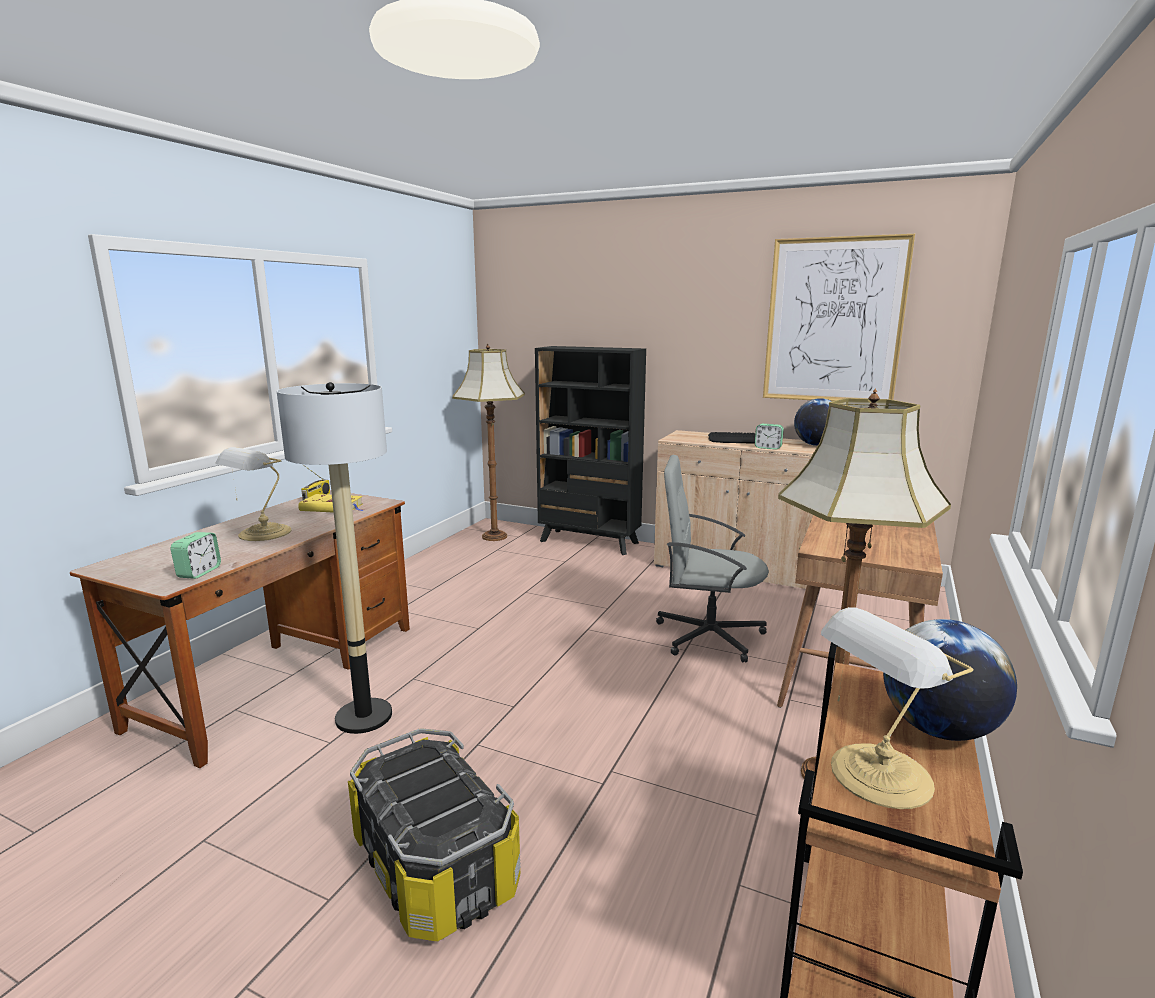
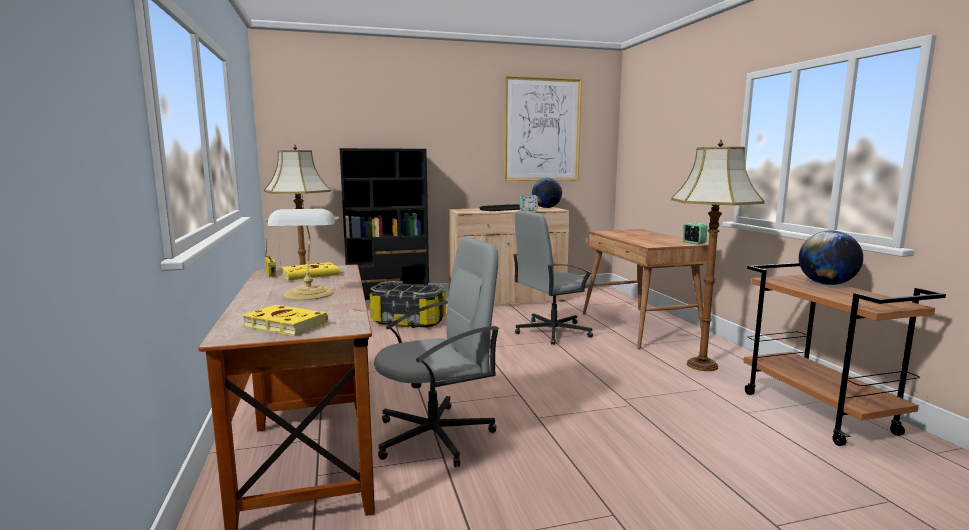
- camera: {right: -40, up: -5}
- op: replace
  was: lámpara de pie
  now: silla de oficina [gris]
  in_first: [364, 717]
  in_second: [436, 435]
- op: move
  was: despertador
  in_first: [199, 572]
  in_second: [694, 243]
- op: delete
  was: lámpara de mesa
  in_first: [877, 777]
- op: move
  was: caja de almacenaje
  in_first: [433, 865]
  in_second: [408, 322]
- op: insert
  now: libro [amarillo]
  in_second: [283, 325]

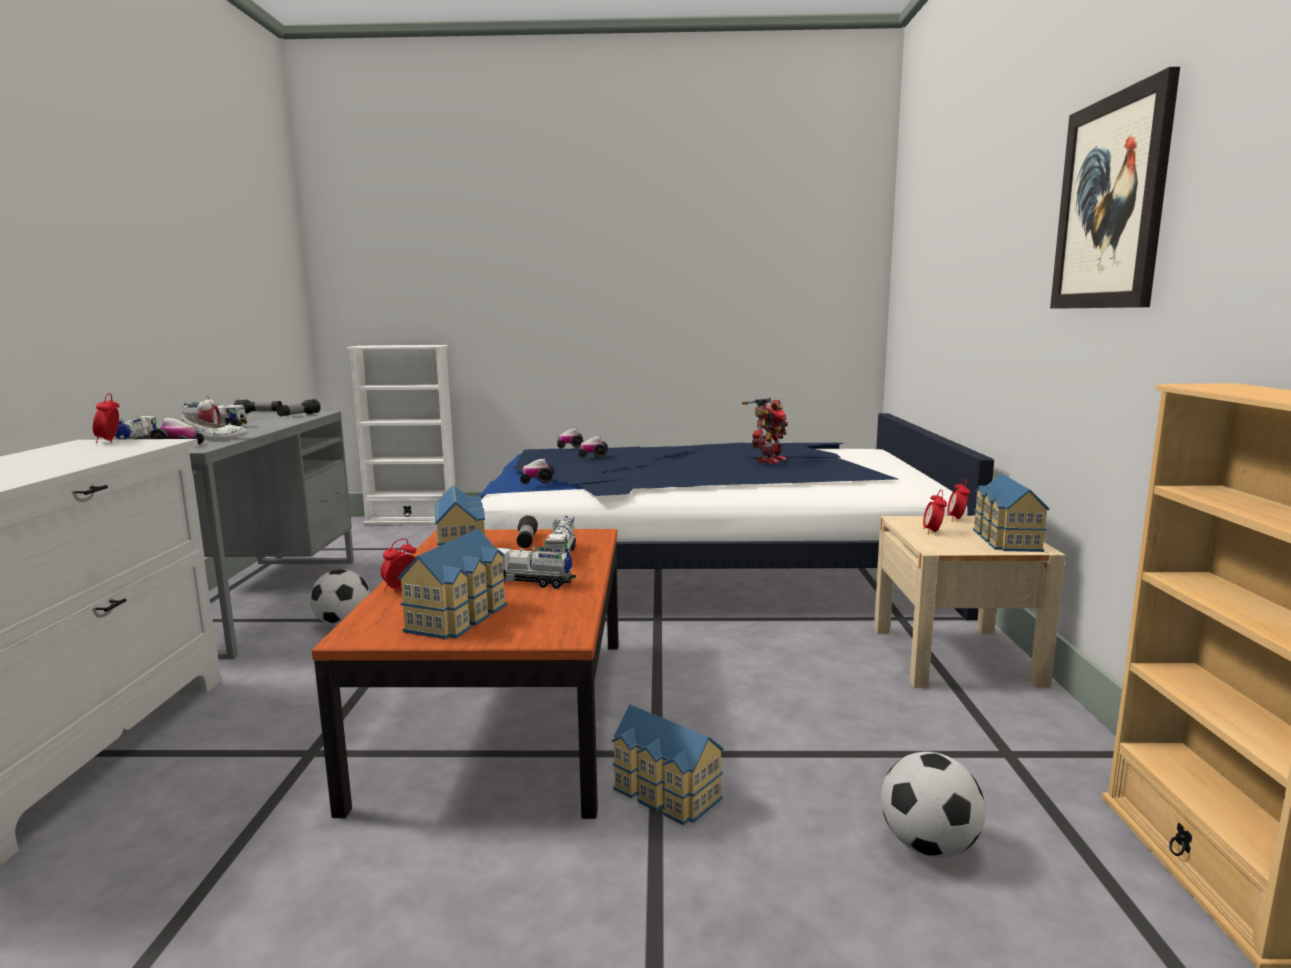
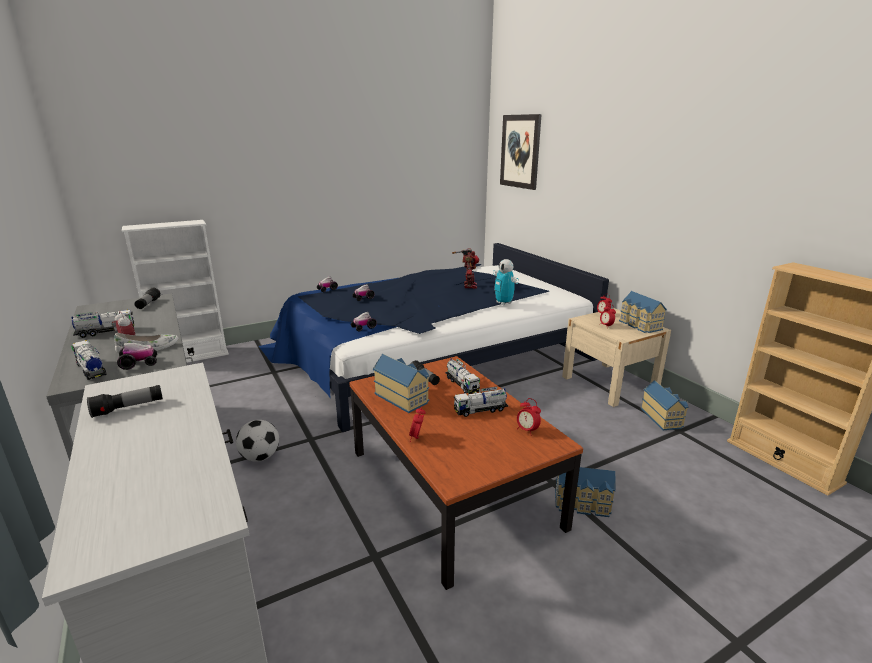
- camera: {right: -30, up: 10}
- op: move
  was: cuadro
  in_first: [1111, 203]
  in_second: [520, 151]
- op: move
  was: despertador
  in_first: [109, 441]
  in_second: [527, 430]
- op: move
  was: linterna
  in_first: [259, 413]
  in_second: [128, 408]
- op: move
  was: casita
  in_first: [460, 617]
  in_second: [662, 417]
- op: delete
  was: balón de fútbol
  in_first: [928, 846]
- op: insert
  now: robot de juguete
  in_second: [503, 303]

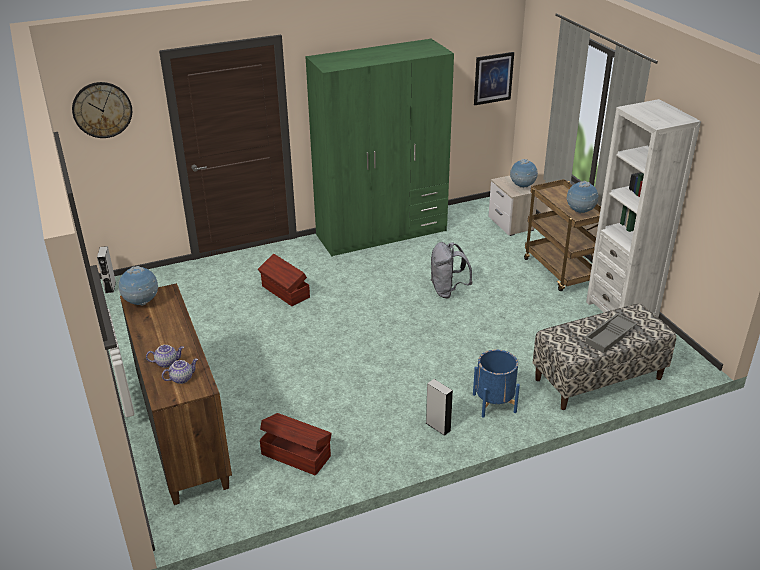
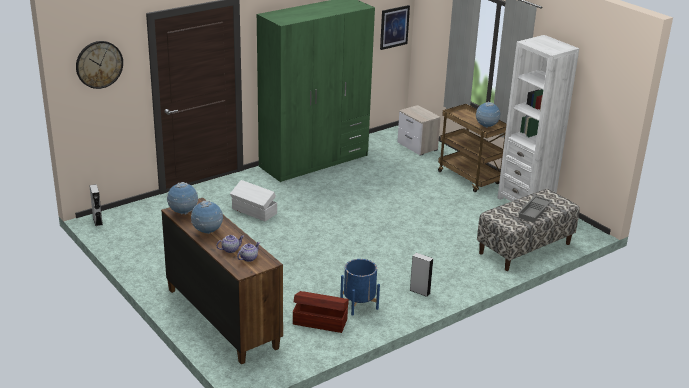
- camera: {right: -15, up: -5}
- op: move
  was: globo terráqueo
  in_first: [522, 187]
  in_second: [207, 232]
- op: delete
  was: mochila [gris]
  in_first: [448, 291]
- op: recolor
  was: caja de almacenaje [marrón]
  now: caja de almacenaje [blanco]
  in_first: [285, 292]
  in_second: [254, 211]
- op: move
  was: maceta [azul]
  in_first: [494, 403]
  in_second: [359, 304]

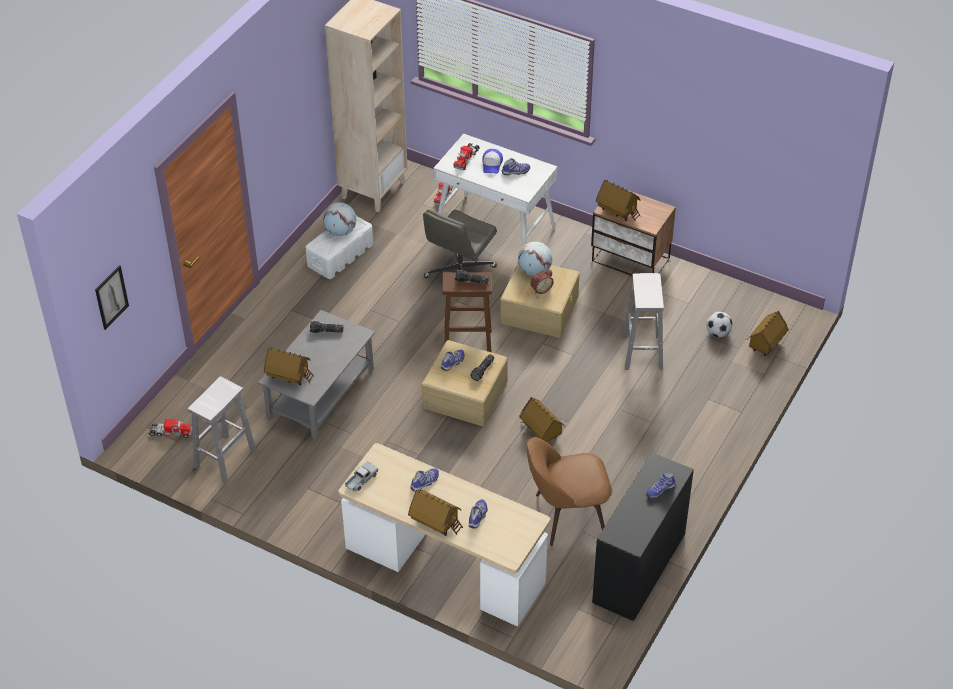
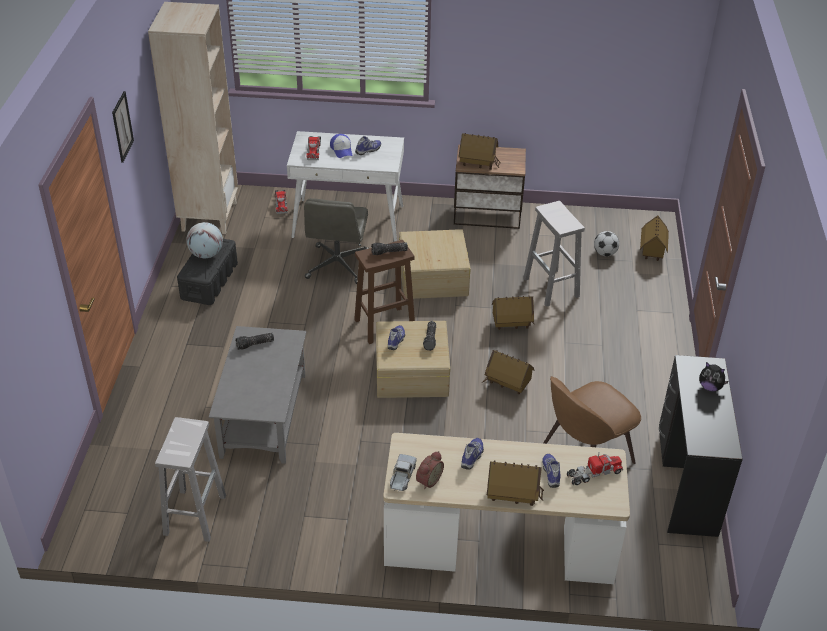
- camera: {right: -25, up: -5}
- op: recolor
  was: caja de almacenaje [blanco]
  now: caja de almacenaje [negro]
  in_first: [340, 255]
  in_second: [209, 281]
- op: delete
  was: globo terráqueo
  in_first: [534, 271]
- op: move
  was: cuadro
  in_first: [111, 297]
  in_second: [122, 126]
- op: move
  was: despertador
  in_first: [541, 289]
  in_second: [428, 480]
- op: move
  was: casita
  in_first: [289, 377]
  in_second: [511, 324]
- op: move
  was: camión de juguete
  in_first: [170, 432]
  in_second: [594, 474]
- op: replace
  was: zapato
  now: peluche
  in_first: [660, 489]
  in_second: [710, 387]

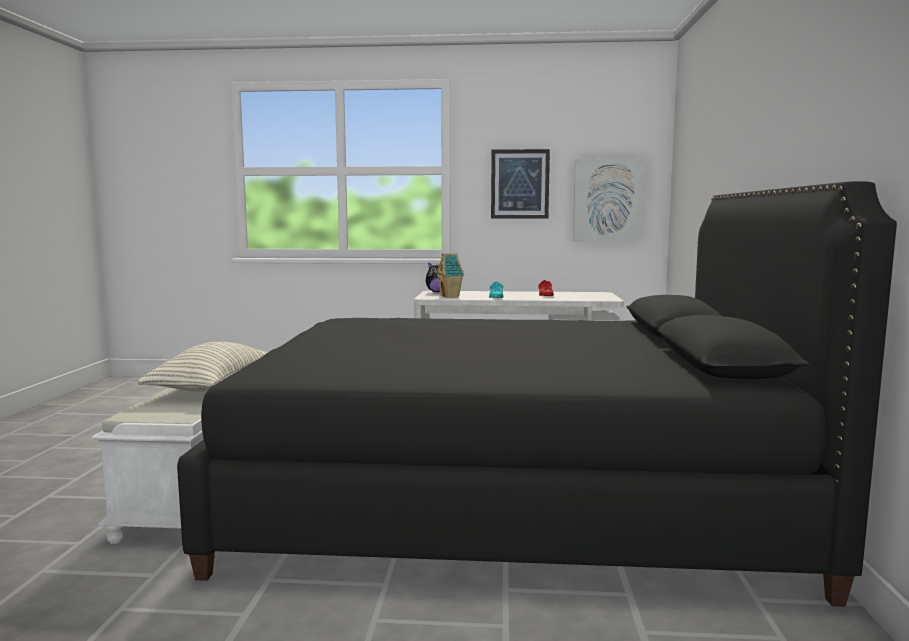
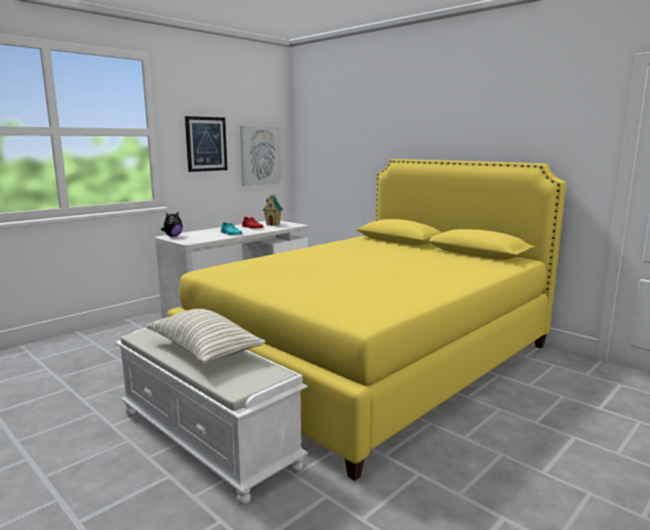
- camera: {right: -50, up: 5}
- op: recolor
  was: cama [negro]
  now: cama [amarillo]
  in_first: [508, 497]
  in_second: [372, 359]
- op: move
  was: casita
  in_first: [450, 296]
  in_second: [273, 224]

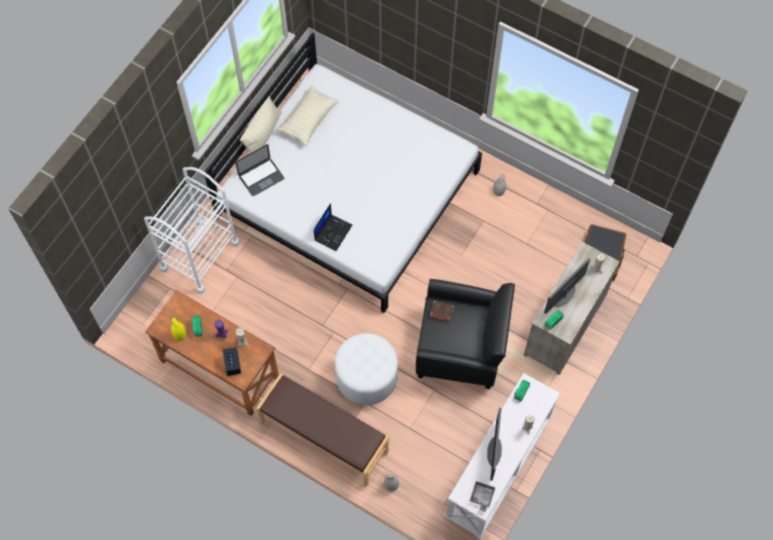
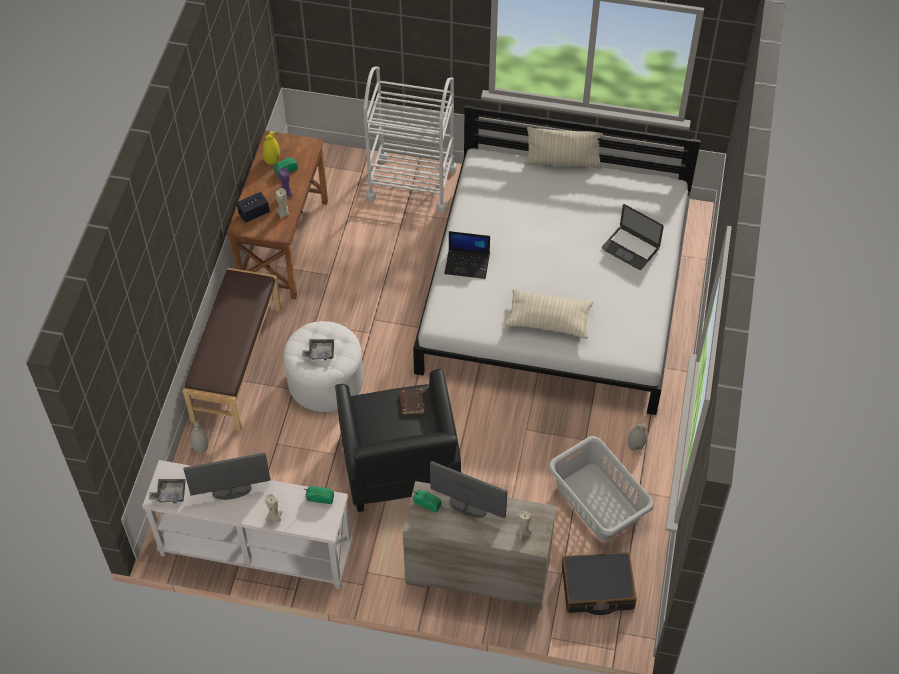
- camera: {right: 70, up: -10}
- op: move
  was: cojín [beis]
  in_first: [309, 120]
  in_second: [548, 320]
- op: move
  was: portátil
  in_first: [261, 177]
  in_second: [630, 248]
- op: insert
  now: bandeja [gris]
  in_second: [320, 352]
- op: insert
  now: cesto de la ropa [gris]
  in_second: [597, 502]

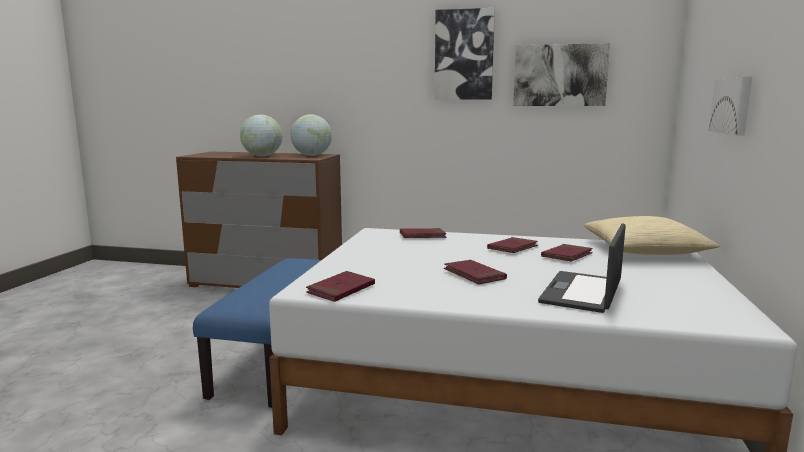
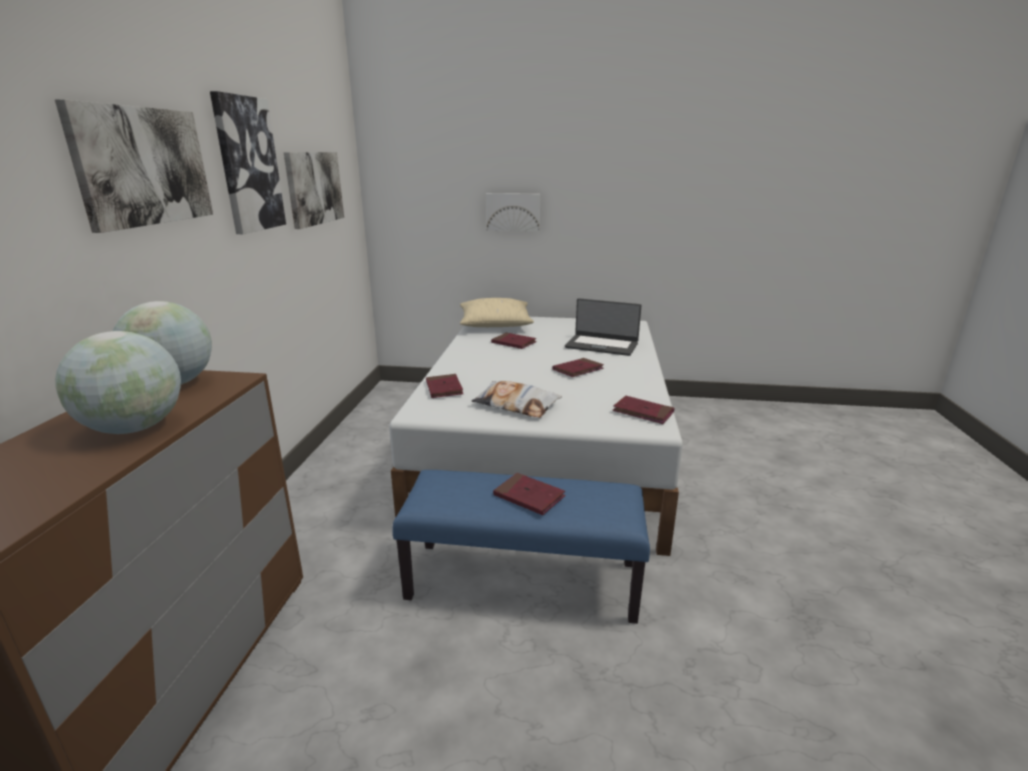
- camera: {right: -95, up: 10}
- op: move
  was: libro [rojo]
  in_first: [512, 248]
  in_second: [529, 496]
- op: insert
  now: cuadro
  in_second: [143, 166]
- op: insert
  now: cojín
  in_second: [516, 405]

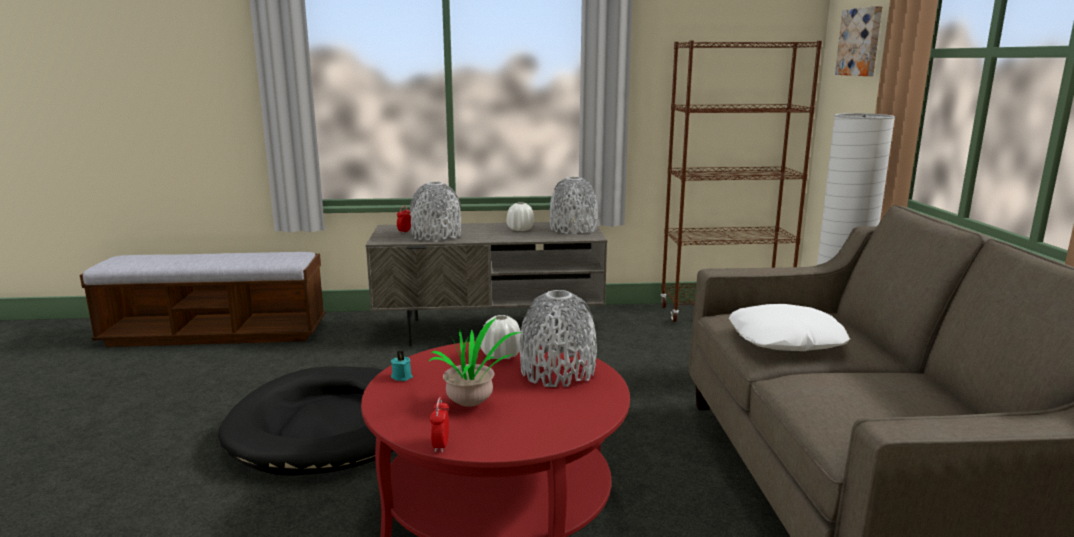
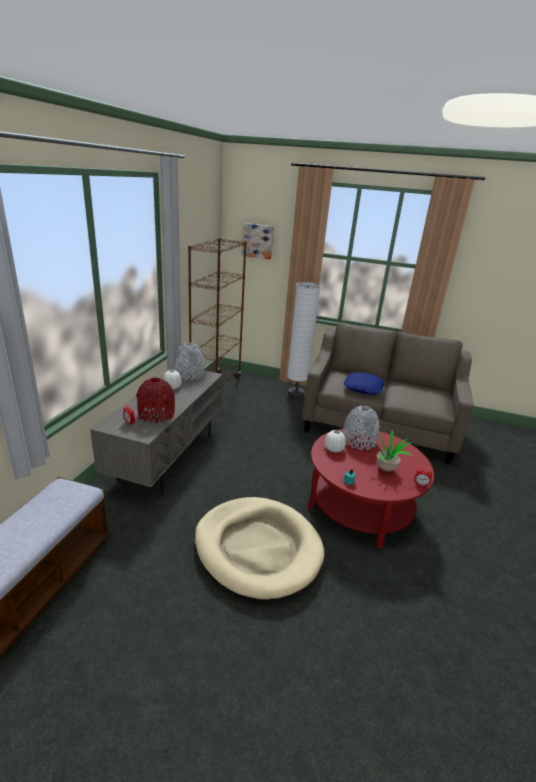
- camera: {right: -70, up: 10}
- op: recolor
  was: florero [gris]
  now: florero [rojo]
  in_first: [436, 236]
  in_second: [156, 415]
- op: recolor
  was: cojín [blanco]
  now: cojín [azul]
  in_first: [785, 340]
  in_second: [363, 387]
- op: recolor
  was: cama para perro [negro]
  now: cama para perro [beis]
  in_first: [331, 425]
  in_second: [257, 548]

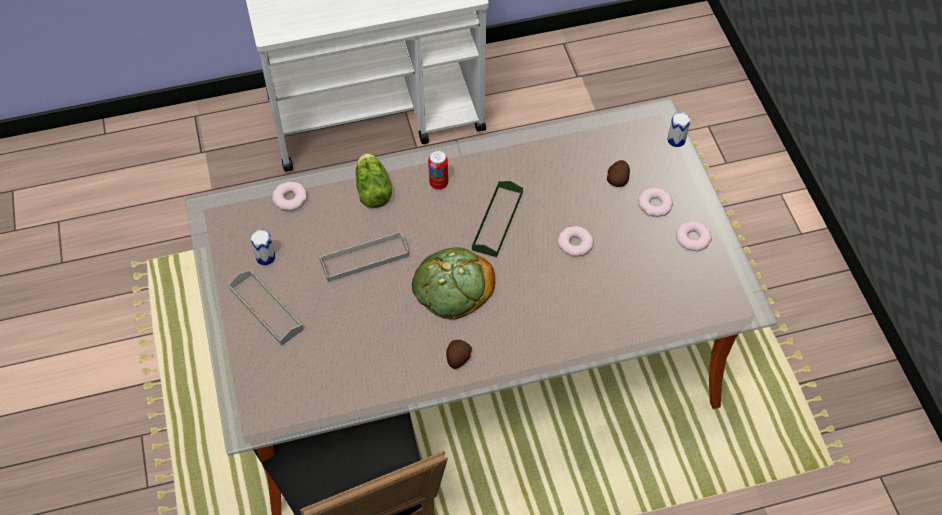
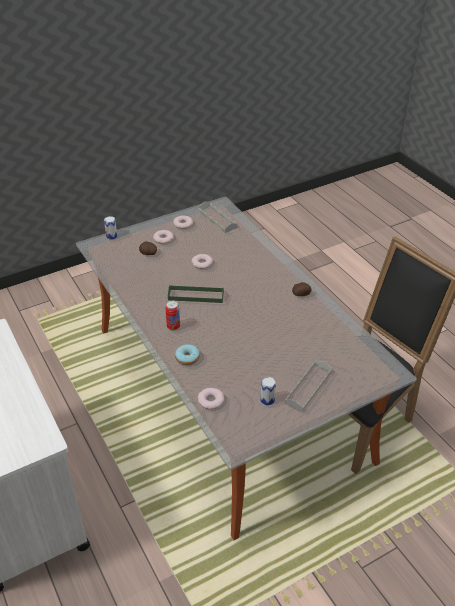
- camera: {right: -105, up: -15}
- op: replace
  was: lechuga
  now: rosquilla
  in_first: [372, 188]
  in_second: [187, 358]
- op: move
  was: bandeja [gris]
  in_first: [364, 258]
  in_second: [217, 219]
- op: delete
  was: pan
  in_first: [452, 286]

